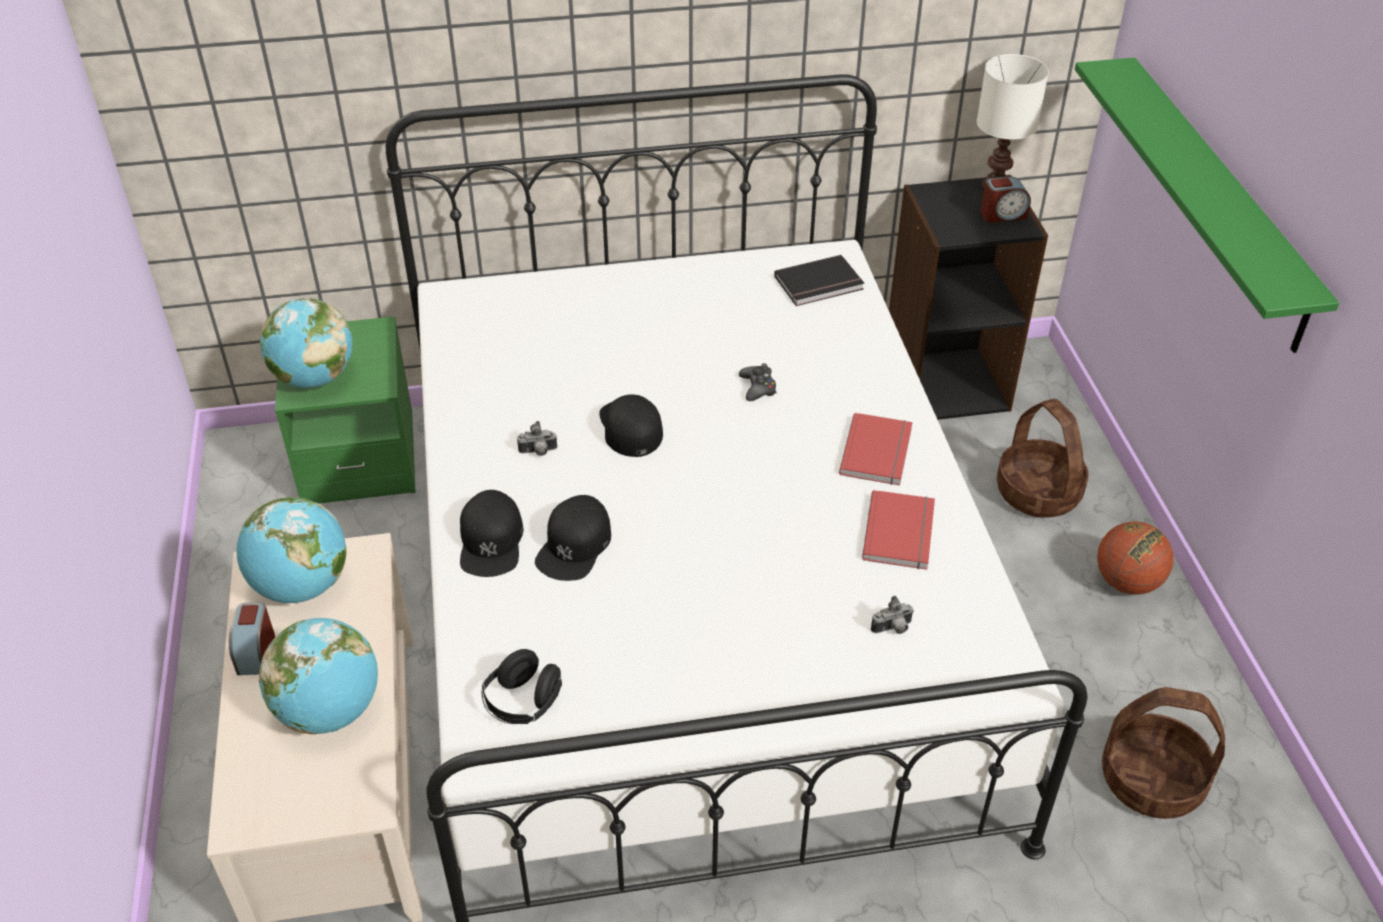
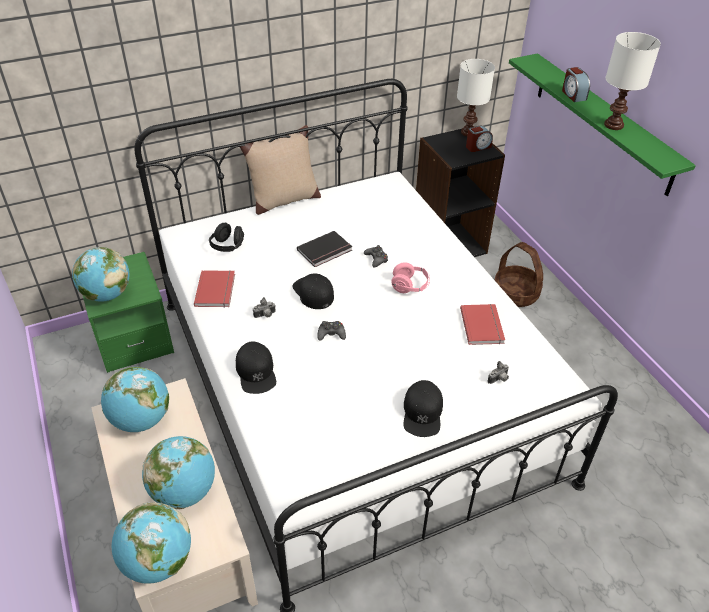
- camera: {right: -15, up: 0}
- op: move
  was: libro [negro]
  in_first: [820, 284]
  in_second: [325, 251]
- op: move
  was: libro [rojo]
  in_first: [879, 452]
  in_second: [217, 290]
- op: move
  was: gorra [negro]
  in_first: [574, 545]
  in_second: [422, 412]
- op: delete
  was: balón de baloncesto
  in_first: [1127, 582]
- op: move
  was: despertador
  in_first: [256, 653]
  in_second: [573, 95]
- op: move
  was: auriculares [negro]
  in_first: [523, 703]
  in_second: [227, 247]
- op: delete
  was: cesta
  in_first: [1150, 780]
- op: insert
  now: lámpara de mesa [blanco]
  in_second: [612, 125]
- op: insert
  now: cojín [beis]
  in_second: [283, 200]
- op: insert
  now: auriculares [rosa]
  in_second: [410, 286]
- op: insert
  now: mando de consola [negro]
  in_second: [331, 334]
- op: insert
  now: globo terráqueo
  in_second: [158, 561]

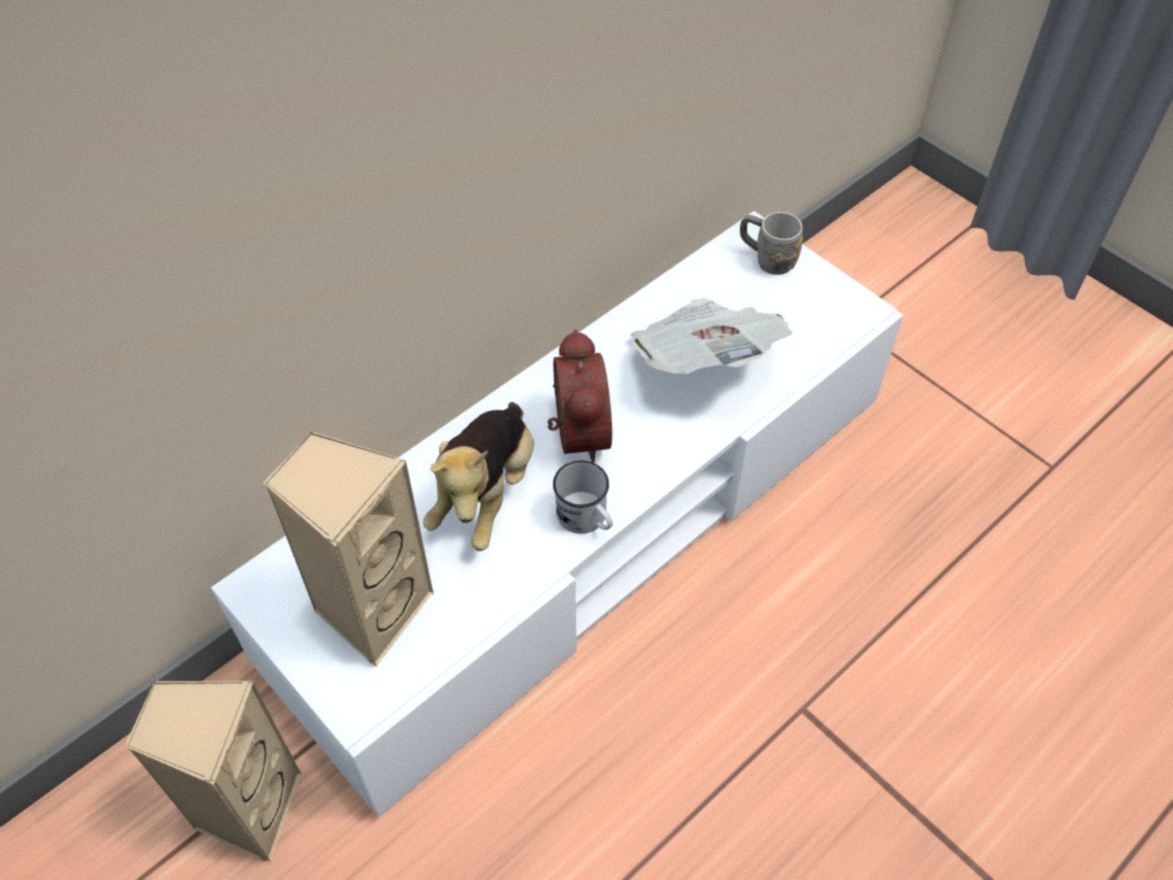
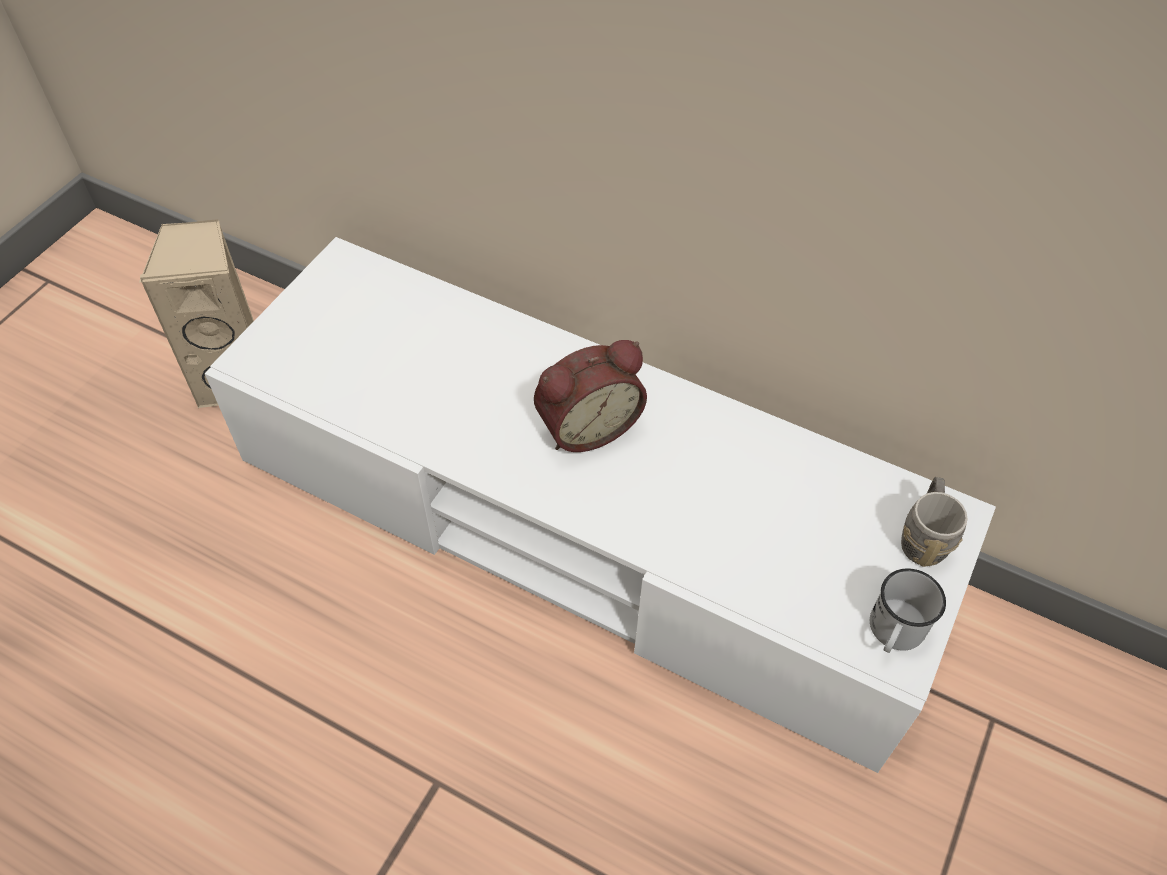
- camera: {right: 70, up: 0}
- op: delete
  was: periódico
  in_first: [704, 361]
- op: delete
  was: peluche
  in_first: [486, 493]
- op: delete
  was: altavoz [beis]
  in_first: [371, 608]
- op: move
  was: taza grande [blanco]
  in_first: [586, 519]
  in_second: [893, 633]

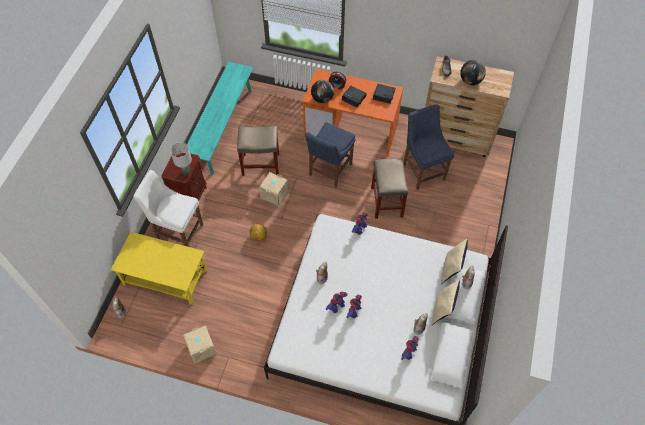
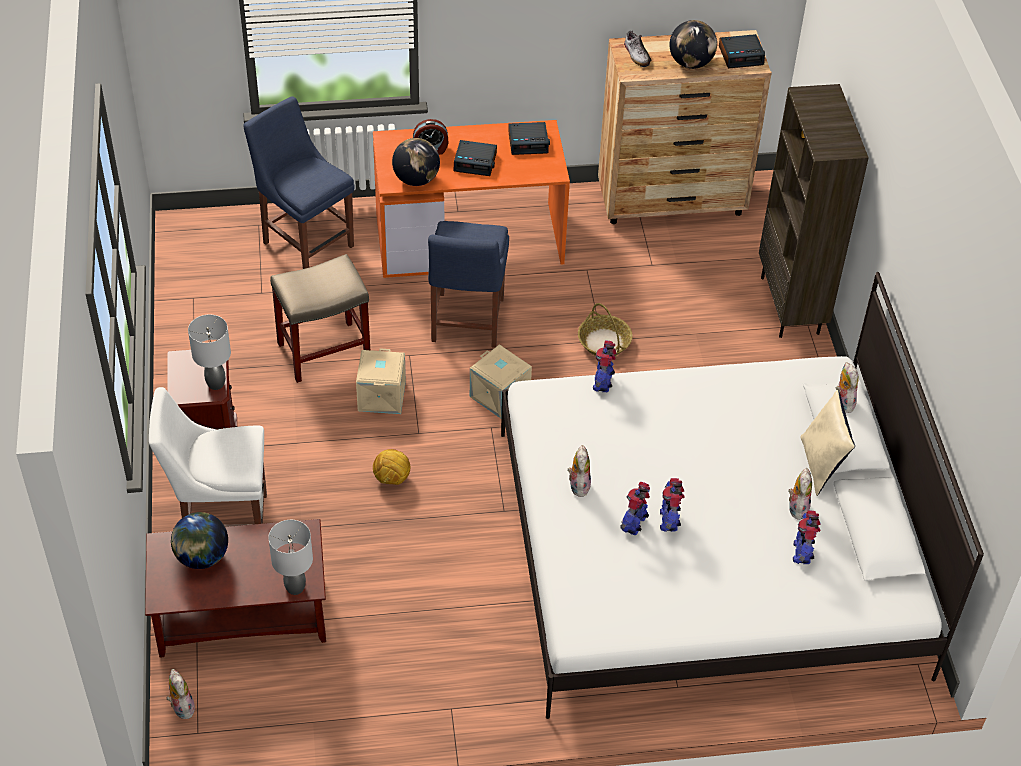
- camera: {right: -25, up: -10}
- op: delete
  was: banco [turquesa]
  in_first: [223, 128]
- op: move
  was: silla [azul]
  in_first: [423, 170]
  in_second: [305, 242]
- op: replace
  was: taburete [beis]
  now: cesta
  in_first: [386, 201]
  in_second: [604, 342]
- op: recolor
  was: mesa de centro [amarillo]
  now: mesa de centro [marrón]
  in_first: [164, 277]
  in_second: [240, 614]
- op: delete
  was: cojín [beis]
  in_first: [451, 269]
- op: move
  was: caja de almacenaje [beis]
  in_first: [201, 348]
  in_second: [499, 396]
- op: insert
  now: despertador
  in_second: [741, 55]
- op: insert
  now: estantería [marrón]
  in_second: [791, 306]
- op: insert
  now: globo terráqueo
  in_second: [202, 557]
- op: insert
  now: lámpara de mesa [gris]
  in_second: [294, 587]

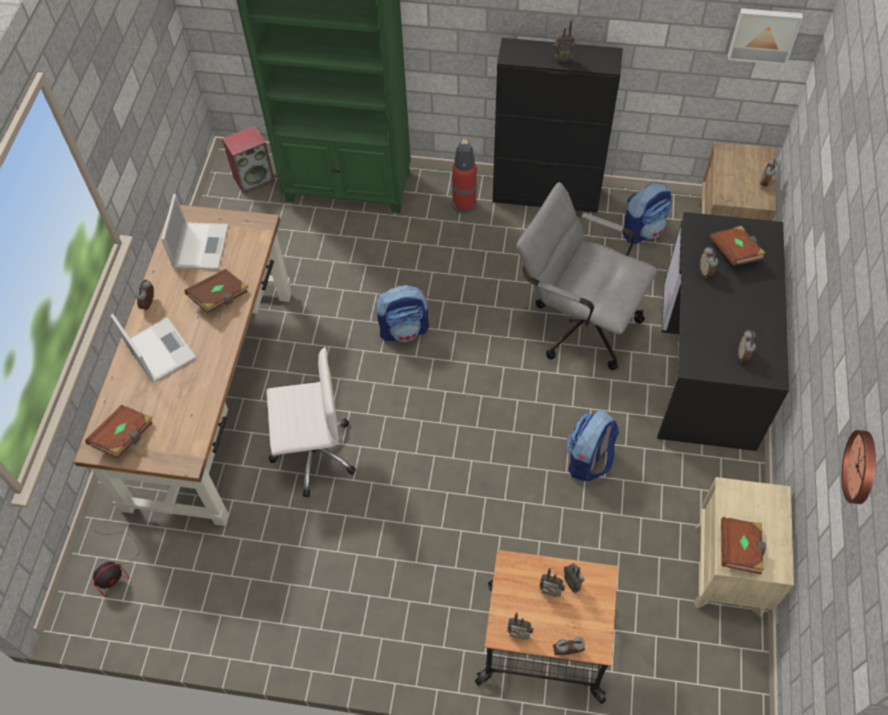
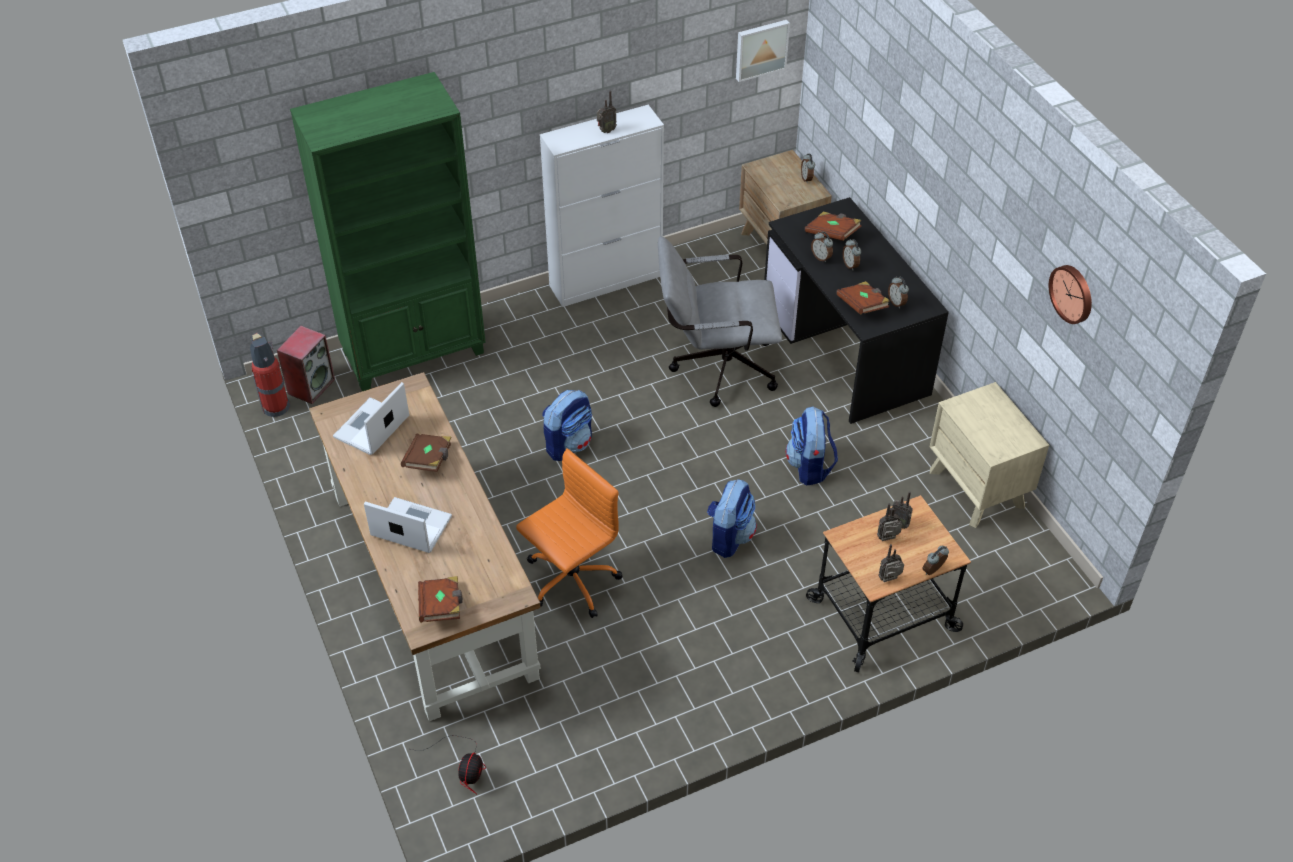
- camera: {right: -35, up: -10}
- op: recolor
  was: armario [negro]
  now: armario [blanco]
  in_first: [546, 195]
  in_second: [606, 281]
- op: move
  was: extintor
  in_first: [464, 204]
  in_second: [275, 406]
- op: move
  was: mochila
  in_first: [643, 230]
  in_second: [729, 536]
- op: rotate
  was: portátil
  in_first: [201, 245]
  in_second: [371, 428]
  clockwise: -120
- op: move
  was: despertador
  in_first: [150, 304]
  in_second: [850, 265]
- op: recolor
  was: silla de oficina [blanco]
  now: silla de oficina [naranja]
  in_first: [313, 453]
  in_second: [570, 581]
- op: move
  was: libro [marrón]
  in_first: [740, 549]
  in_second: [862, 306]

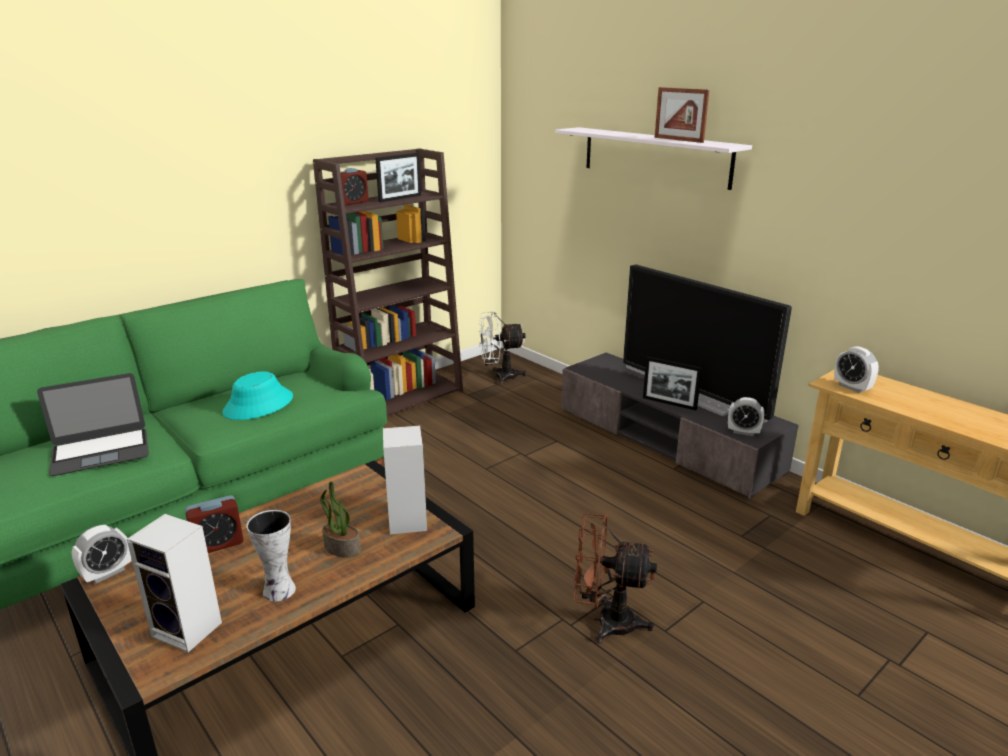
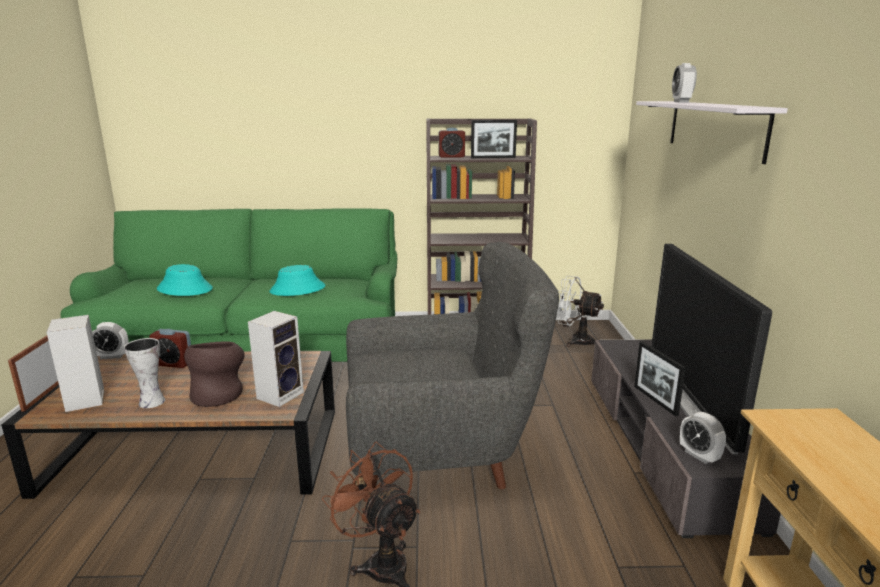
- camera: {right: 40, up: -5}
- op: move
  was: portarretratos
  in_first: [678, 140]
  in_second: [44, 394]
- op: move
  was: despertador
  in_first: [852, 387]
  in_second: [681, 102]
- op: replace
  was: portátil
  now: sombrero [turquesa]
  in_first: [100, 451]
  in_second: [185, 289]
- op: replace
  was: planta en maceta
  now: florero [marrón]
  in_first: [341, 548]
  in_second: [219, 394]
- op: insert
  now: sillón [gris]
  in_second: [441, 453]

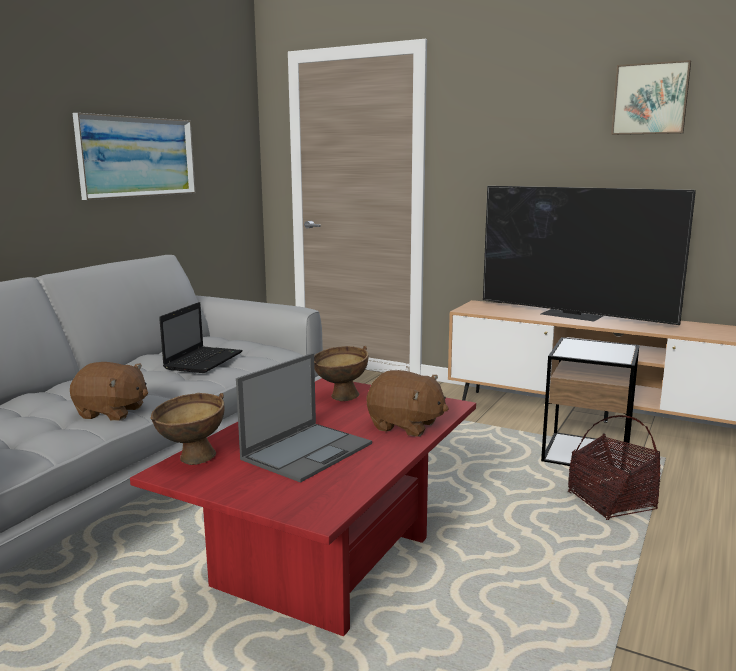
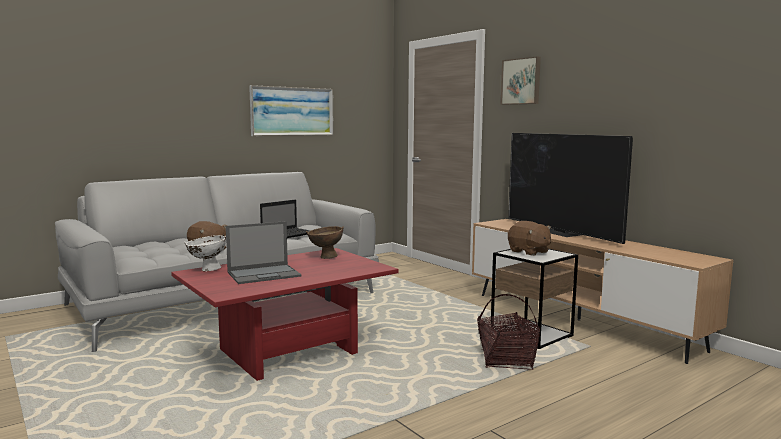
- camera: {right: 25, up: -5}
- op: move
  was: cuadro
  in_first: [650, 99]
  in_second: [521, 81]
- op: move
  was: peluche [marrón]
  in_first: [405, 426]
  in_second: [528, 252]
- op: recolor
  was: cuenco [marrón]
  now: cuenco [blanco]
  in_first: [190, 459]
  in_second: [206, 269]

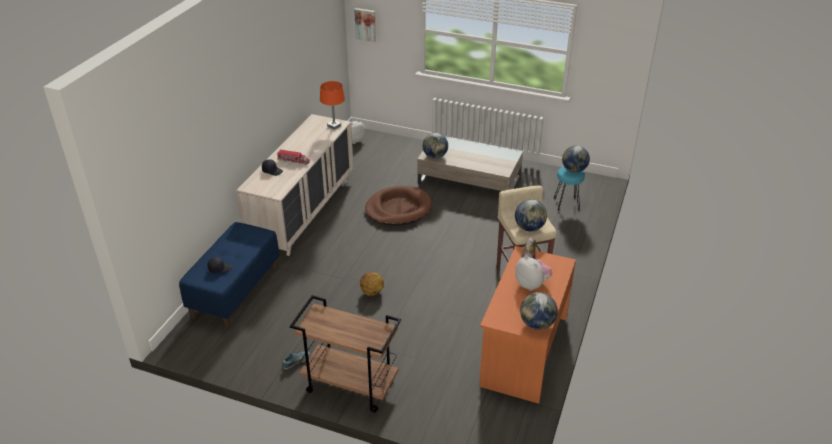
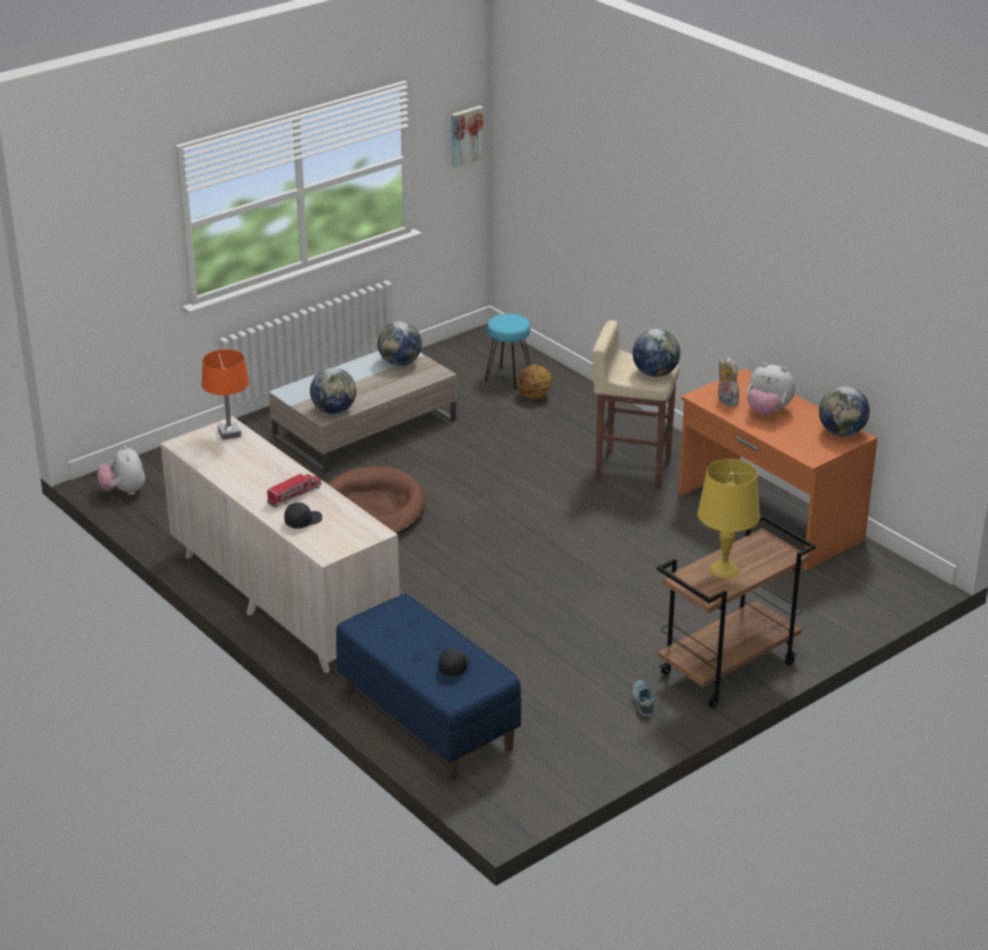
- camera: {right: -60, up: -5}
- op: move
  was: cuadro
  in_first: [365, 24]
  in_second: [465, 135]
- op: move
  was: globo terráqueo
  in_first: [574, 170]
  in_second: [400, 363]
- op: rotate
  was: peluche
  in_first: [531, 284]
  in_second: [767, 411]
  clockwise: -150
- op: move
  was: balón de baloncesto
  in_first: [371, 292]
  in_second: [534, 396]
- op: insert
  now: lámpara de mesa [amarillo]
  in_second: [724, 570]

